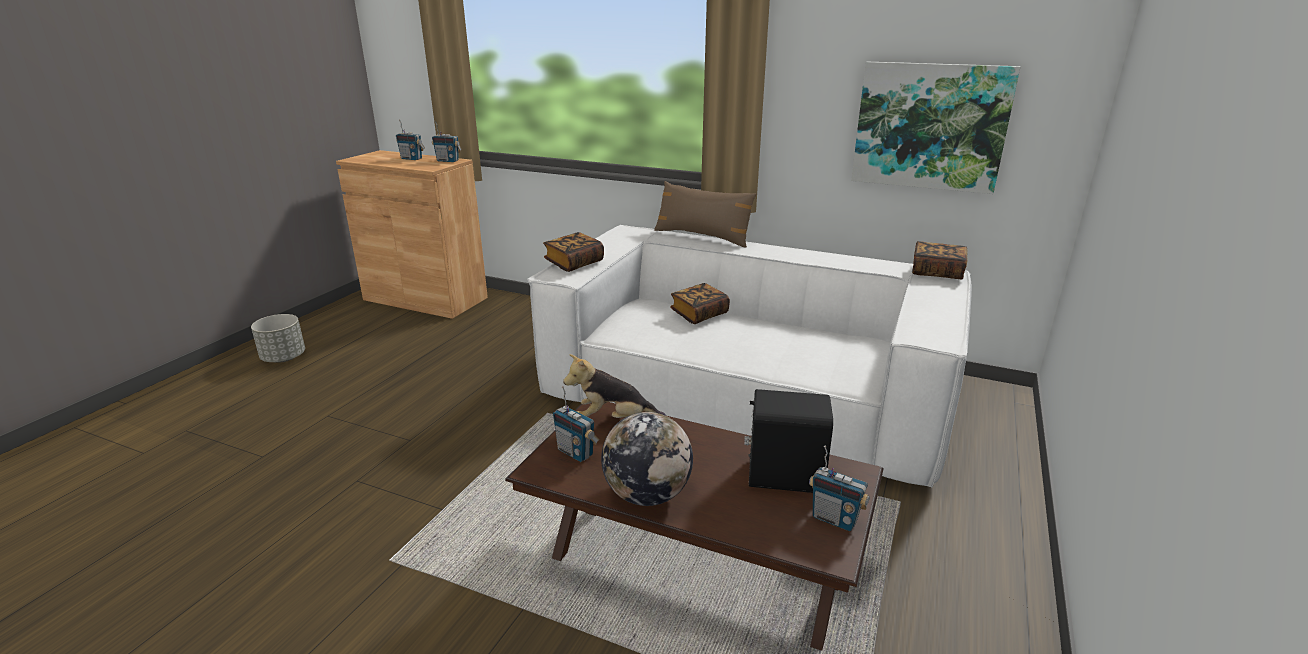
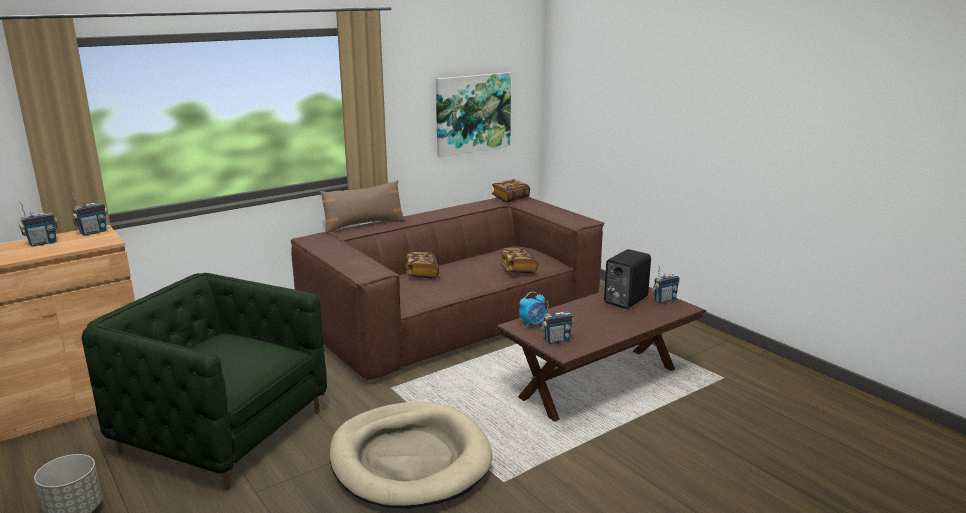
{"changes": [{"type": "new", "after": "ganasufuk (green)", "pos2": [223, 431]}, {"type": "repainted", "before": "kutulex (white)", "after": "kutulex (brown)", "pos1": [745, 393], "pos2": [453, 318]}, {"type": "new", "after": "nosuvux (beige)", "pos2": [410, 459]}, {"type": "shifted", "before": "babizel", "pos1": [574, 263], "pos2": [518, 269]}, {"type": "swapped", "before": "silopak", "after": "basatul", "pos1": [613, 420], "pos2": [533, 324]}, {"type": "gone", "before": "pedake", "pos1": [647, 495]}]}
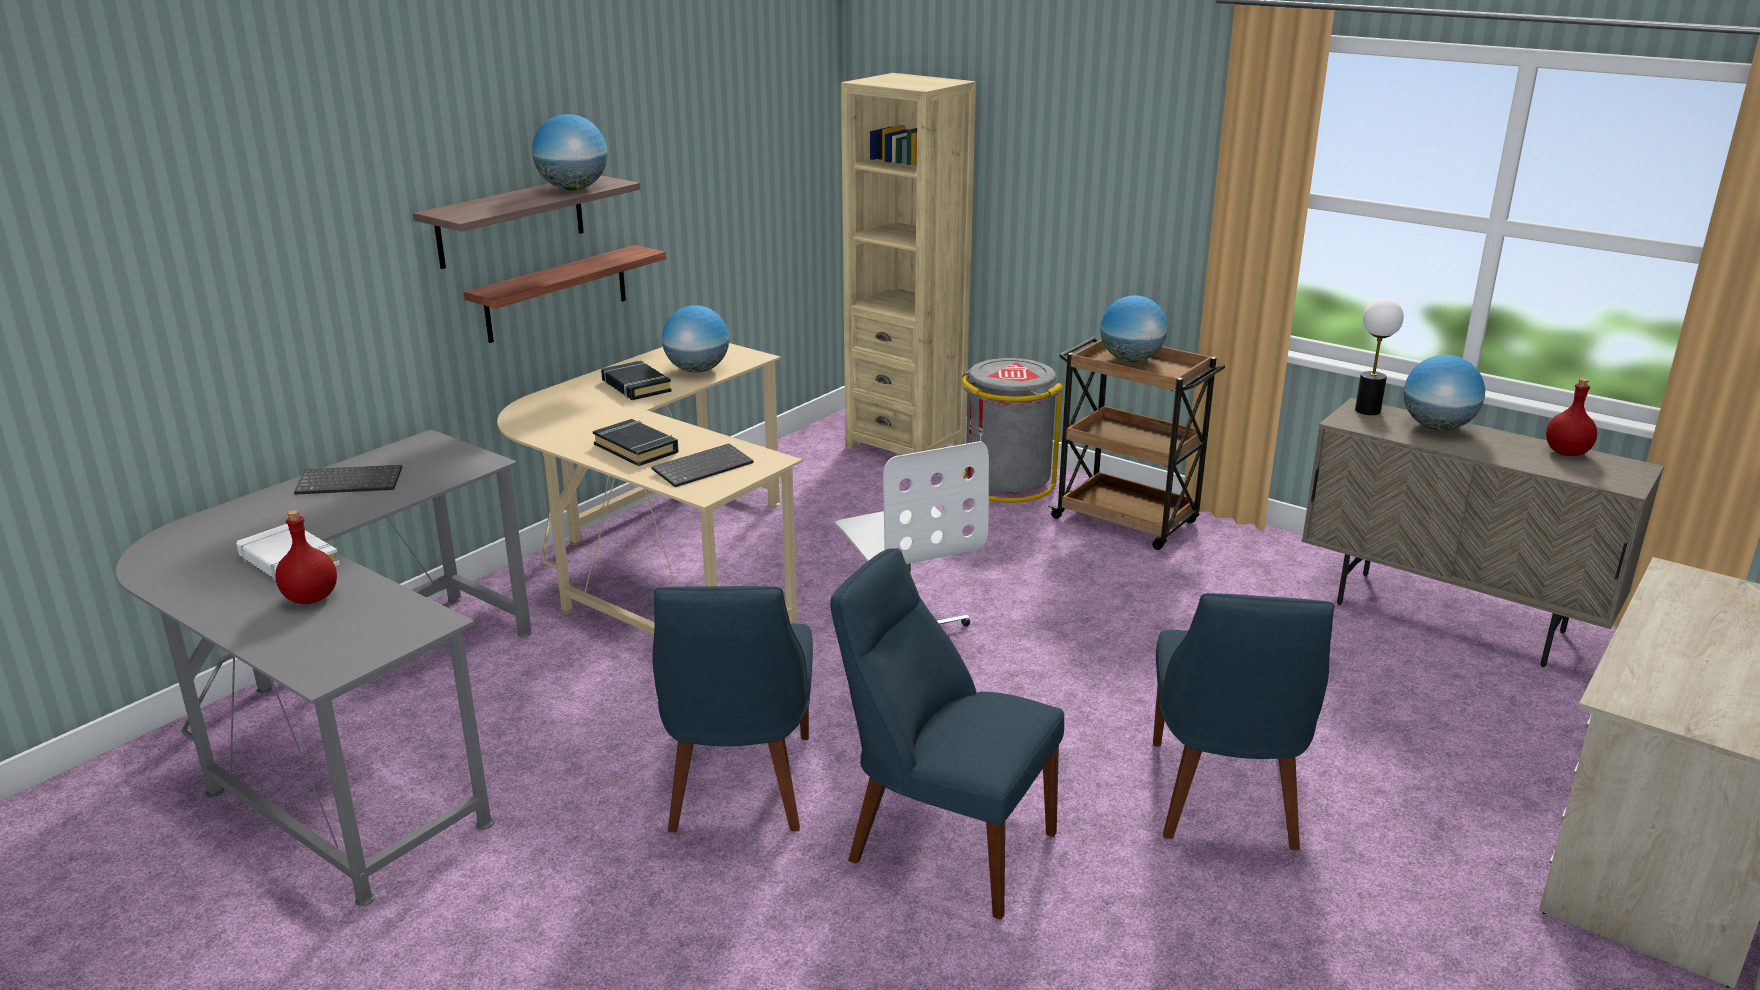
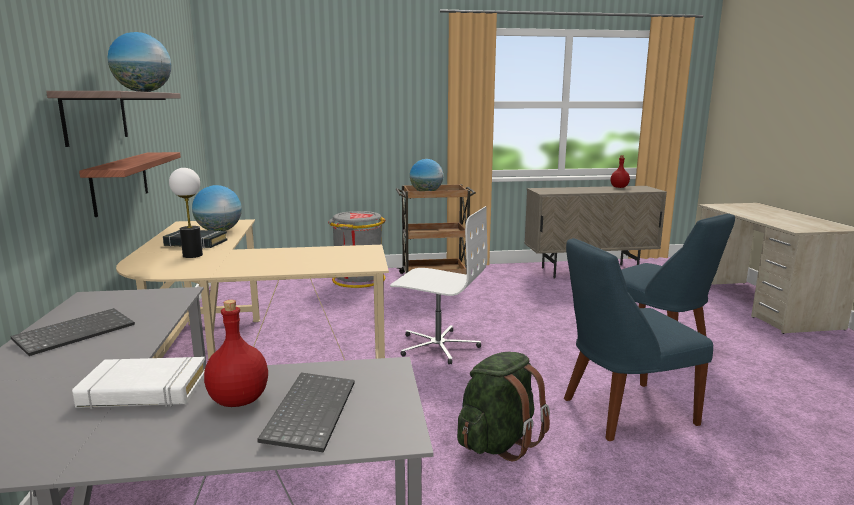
{"changes": [{"type": "shifted", "before": "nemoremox", "pos1": [1367, 410], "pos2": [192, 255]}, {"type": "shifted", "before": "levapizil", "pos1": [703, 467], "pos2": [309, 411]}, {"type": "swapped", "before": "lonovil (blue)", "after": "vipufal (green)", "pos1": [738, 788], "pos2": [498, 442]}, {"type": "gone", "before": "babizel (black)", "pos1": [636, 448]}, {"type": "gone", "before": "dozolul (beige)", "pos1": [905, 446]}, {"type": "gone", "before": "pedake", "pos1": [1437, 427]}]}
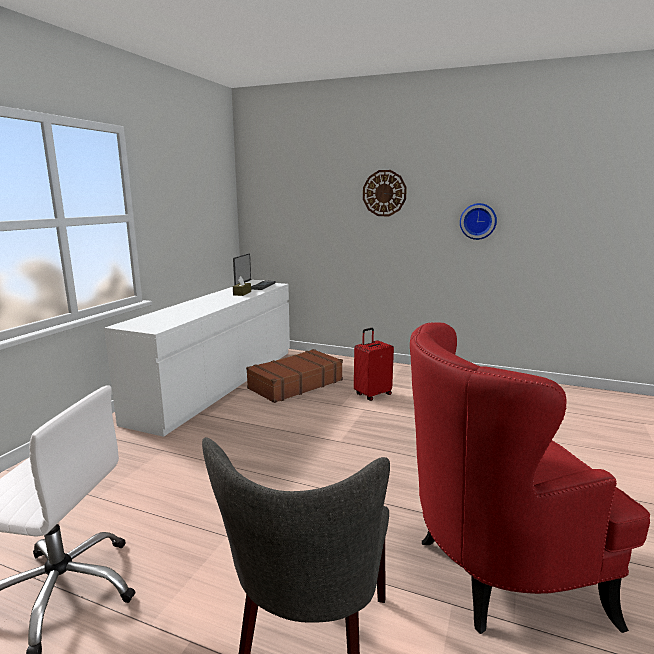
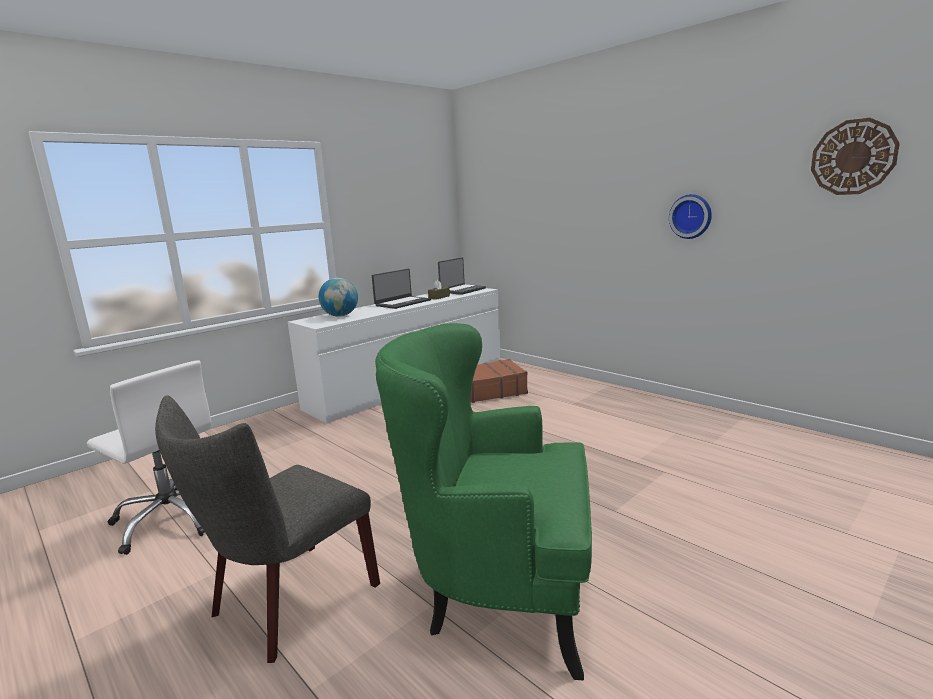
{"changes": [{"type": "new", "after": "pedake", "pos2": [340, 316]}, {"type": "new", "after": "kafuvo", "pos2": [402, 303]}, {"type": "repainted", "before": "ganasufuk (red)", "after": "ganasufuk (green)", "pos1": [493, 572], "pos2": [498, 592]}, {"type": "shifted", "before": "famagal", "pos1": [384, 193], "pos2": [853, 157]}, {"type": "gone", "before": "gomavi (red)", "pos1": [372, 394]}]}
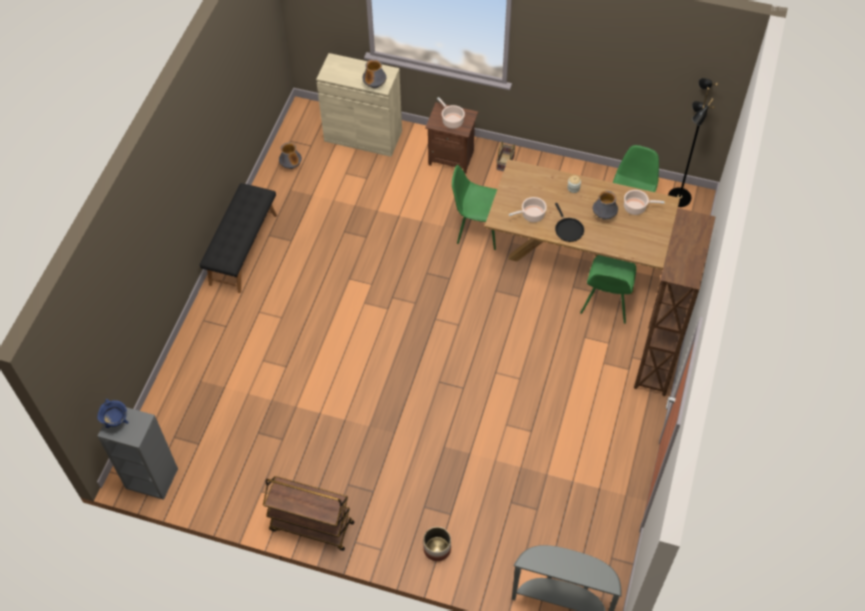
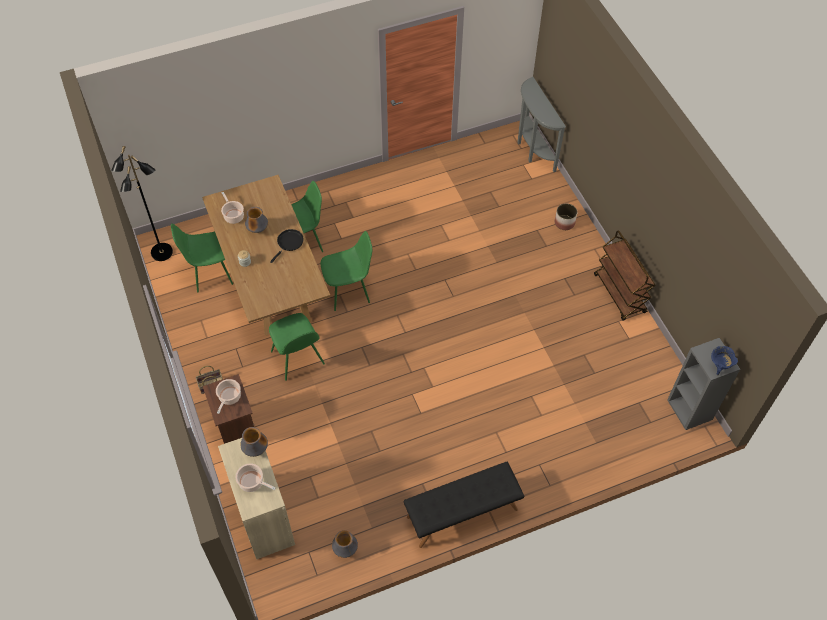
{"changes": [{"type": "shifted", "before": "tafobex", "pos1": [531, 215], "pos2": [252, 482]}, {"type": "new", "after": "lonovil (green)", "pos2": [349, 290]}, {"type": "gone", "before": "dozolul (brown)", "pos1": [655, 361]}]}
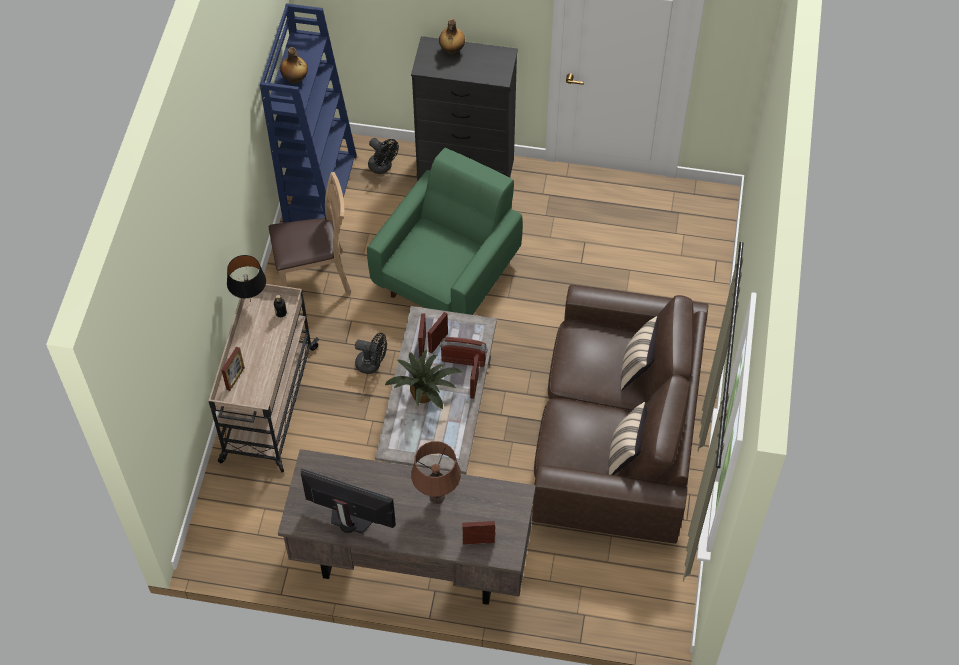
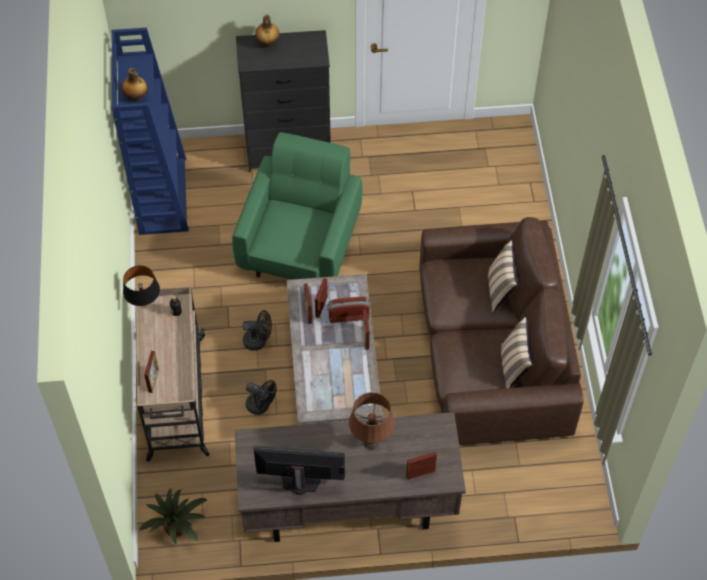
{"changes": [{"type": "shifted", "before": "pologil", "pos1": [424, 393], "pos2": [177, 527]}, {"type": "shifted", "before": "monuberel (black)", "pos1": [383, 167], "pos2": [261, 406]}, {"type": "gone", "before": "lonovil (brown)", "pos1": [315, 276]}]}
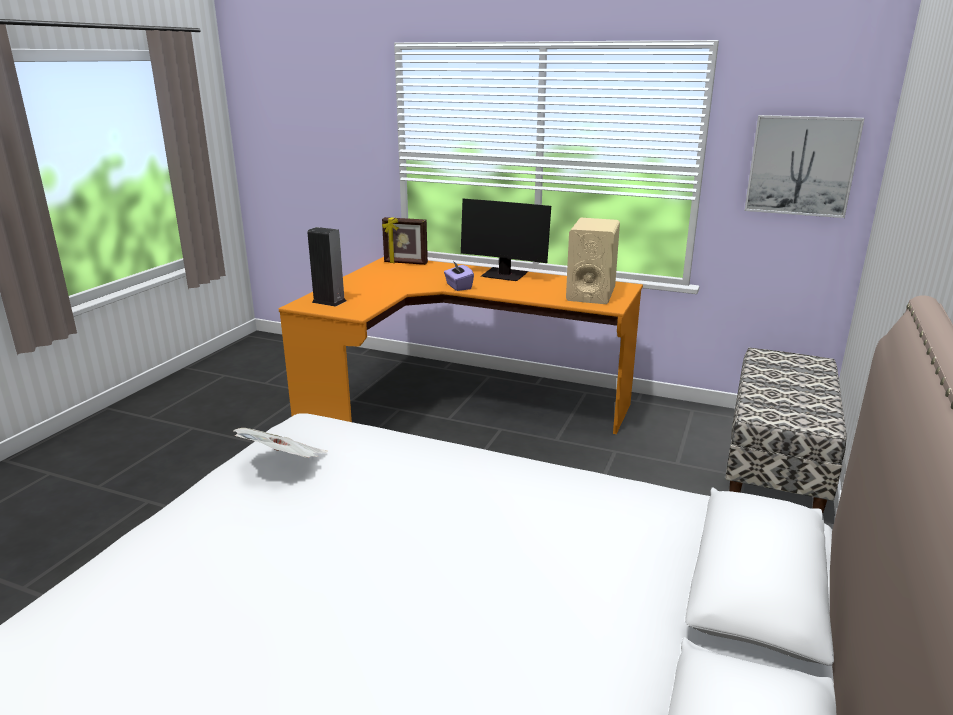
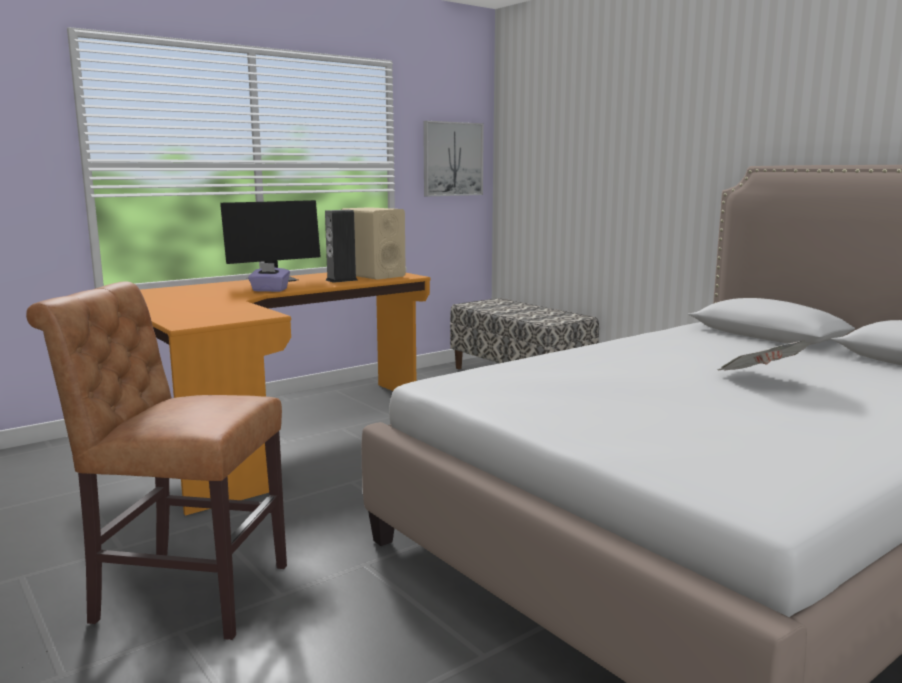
{"changes": [{"type": "new", "after": "lonovil (brown)", "pos2": [183, 592]}, {"type": "shifted", "before": "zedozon", "pos1": [329, 301], "pos2": [341, 280]}, {"type": "shifted", "before": "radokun", "pos1": [284, 463], "pos2": [760, 379]}, {"type": "gone", "before": "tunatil", "pos1": [405, 263]}]}
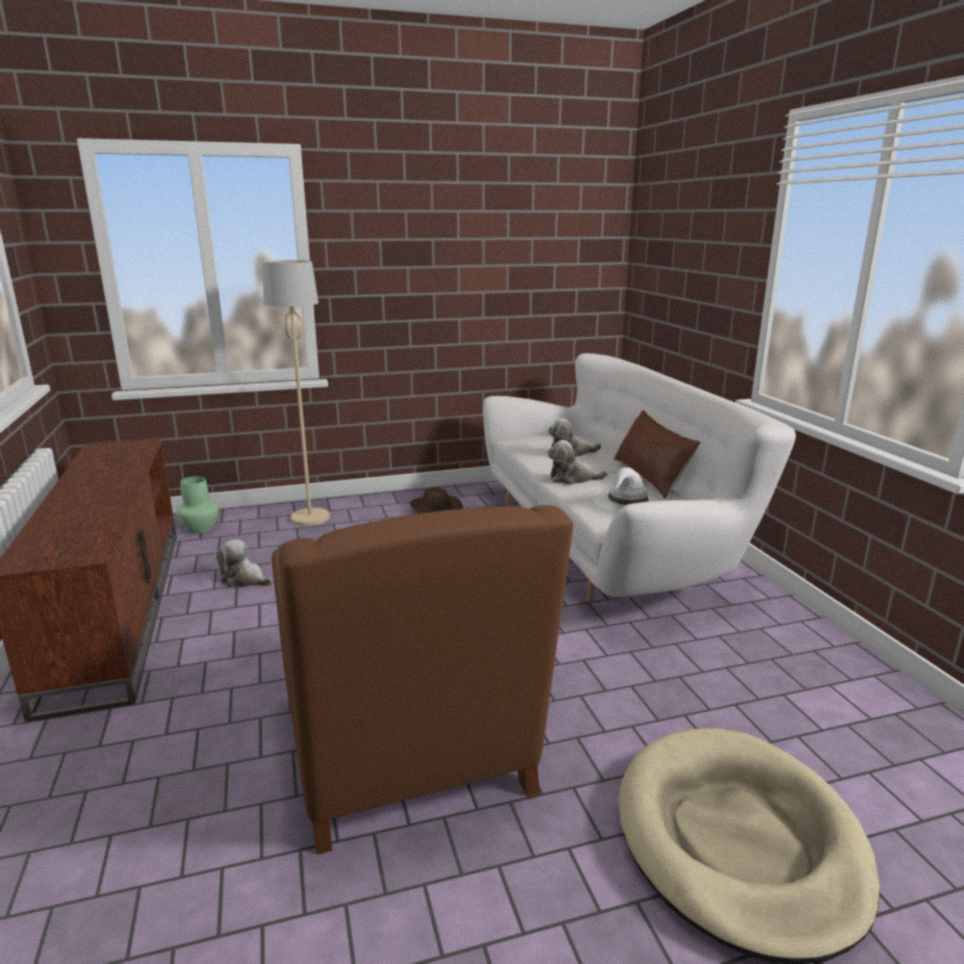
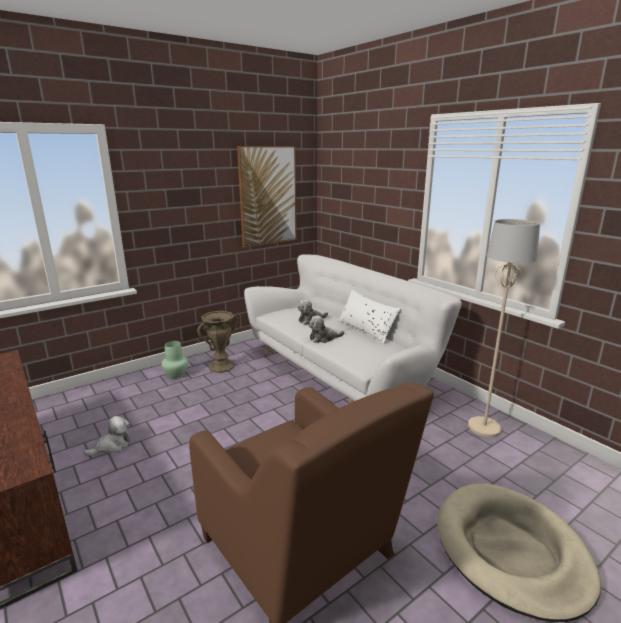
{"changes": [{"type": "rotated", "before": "silopak", "pos1": [245, 580], "pos2": [112, 446], "turn": 135}, {"type": "shifted", "before": "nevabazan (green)", "pos1": [200, 529], "pos2": [176, 374]}, {"type": "swapped", "before": "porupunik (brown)", "after": "nevabazan (brown)", "pos1": [435, 510], "pos2": [221, 367]}, {"type": "new", "after": "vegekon", "pos2": [268, 196]}, {"type": "repainted", "before": "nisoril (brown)", "after": "nisoril (white)", "pos1": [651, 476], "pos2": [366, 330]}, {"type": "shifted", "before": "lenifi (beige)", "pos1": [310, 518], "pos2": [484, 428]}, {"type": "gone", "before": "porupunik (white)", "pos1": [627, 503]}]}
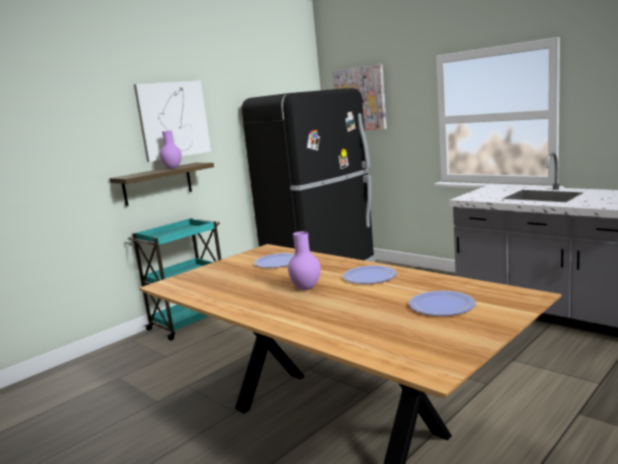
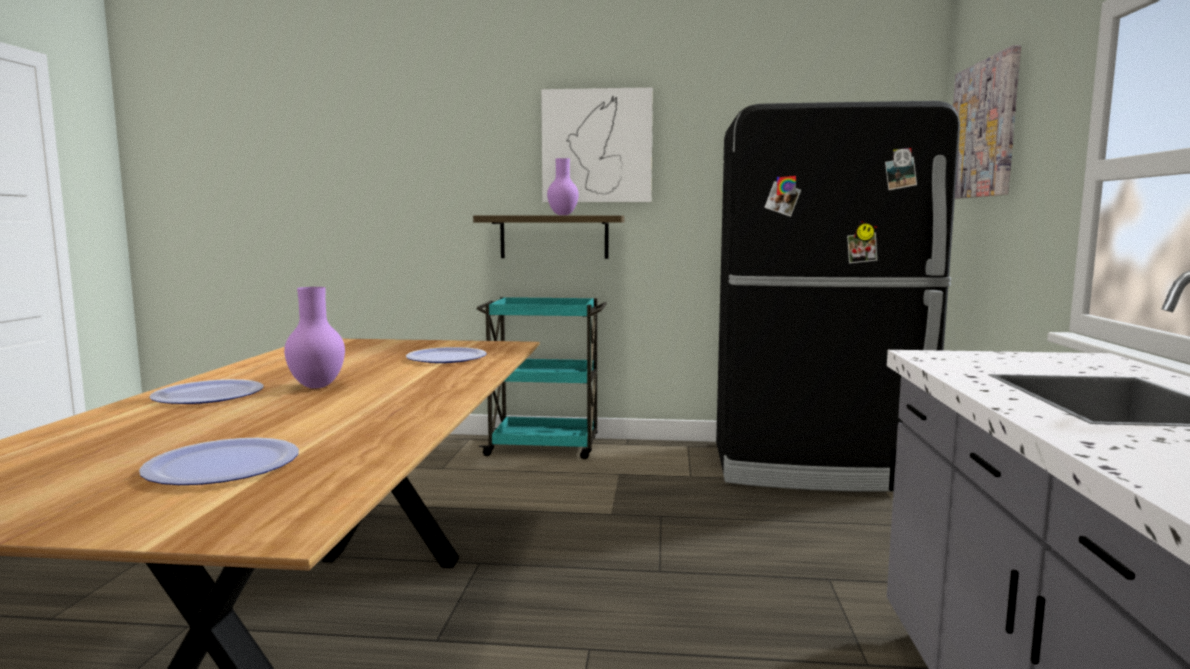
{"changes": [{"type": "shifted", "before": "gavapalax", "pos1": [369, 276], "pos2": [208, 395]}]}
